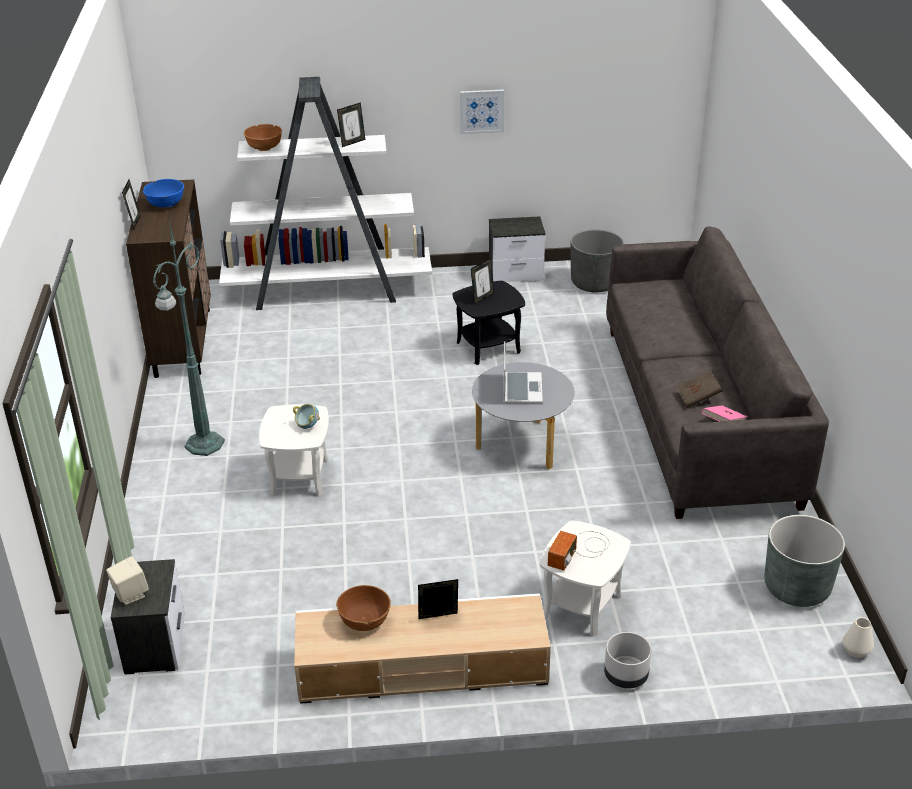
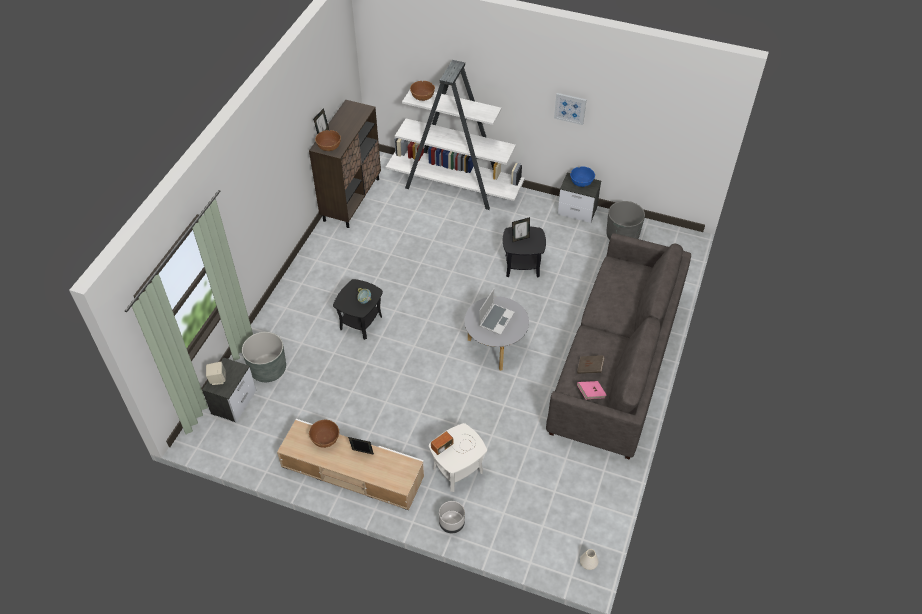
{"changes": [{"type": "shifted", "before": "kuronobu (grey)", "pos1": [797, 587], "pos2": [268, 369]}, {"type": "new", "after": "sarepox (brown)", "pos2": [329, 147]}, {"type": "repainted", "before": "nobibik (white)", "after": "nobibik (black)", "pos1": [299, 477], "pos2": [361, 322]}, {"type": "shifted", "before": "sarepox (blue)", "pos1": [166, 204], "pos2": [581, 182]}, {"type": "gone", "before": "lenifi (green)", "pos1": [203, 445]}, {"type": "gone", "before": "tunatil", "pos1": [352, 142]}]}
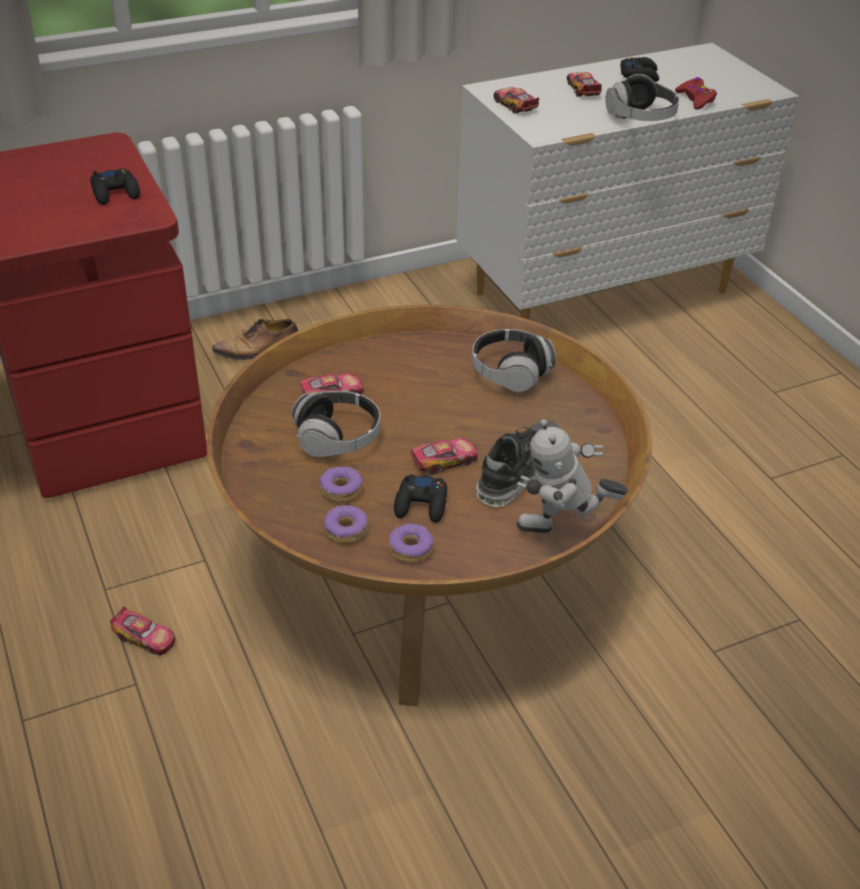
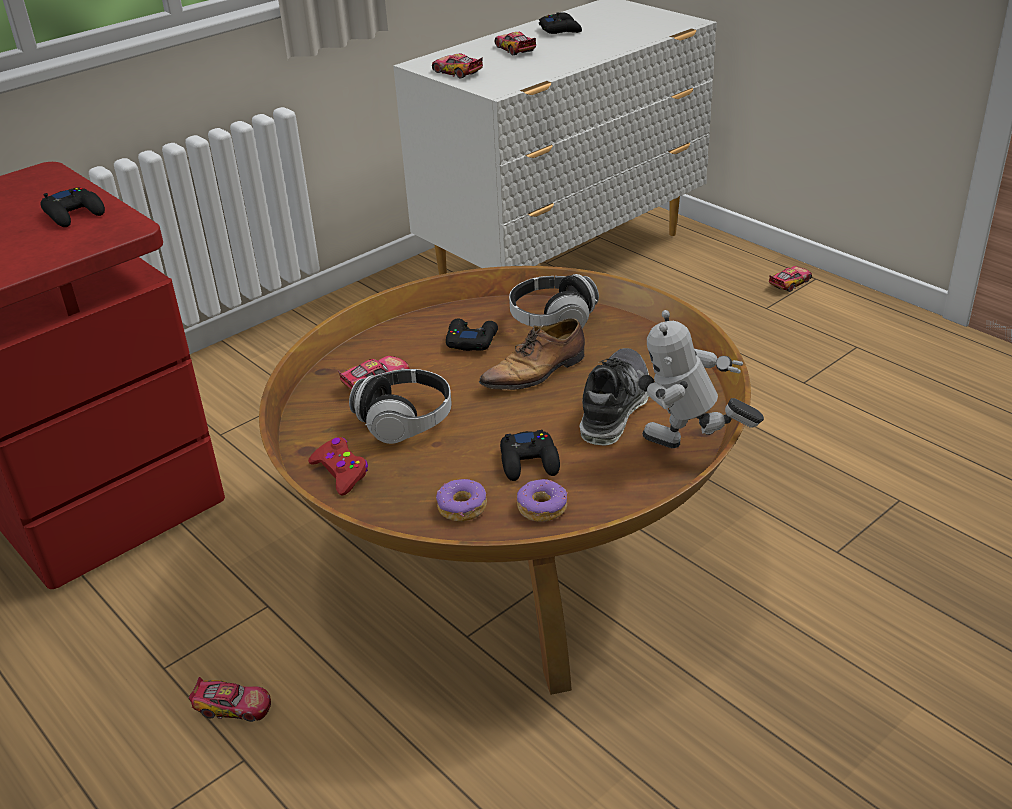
{"changes": [{"type": "shifted", "before": "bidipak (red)", "pos1": [695, 99], "pos2": [341, 472]}, {"type": "new", "after": "bidipak (black)", "pos2": [471, 340]}, {"type": "shifted", "before": "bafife", "pos1": [258, 350], "pos2": [536, 372]}, {"type": "rotated", "before": "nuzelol", "pos1": [562, 532], "pos2": [689, 452], "turn": 45}, {"type": "shifted", "before": "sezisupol", "pos1": [445, 461], "pos2": [790, 283]}, {"type": "gone", "before": "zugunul", "pos1": [340, 490]}, {"type": "gone", "before": "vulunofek", "pos1": [641, 118]}]}
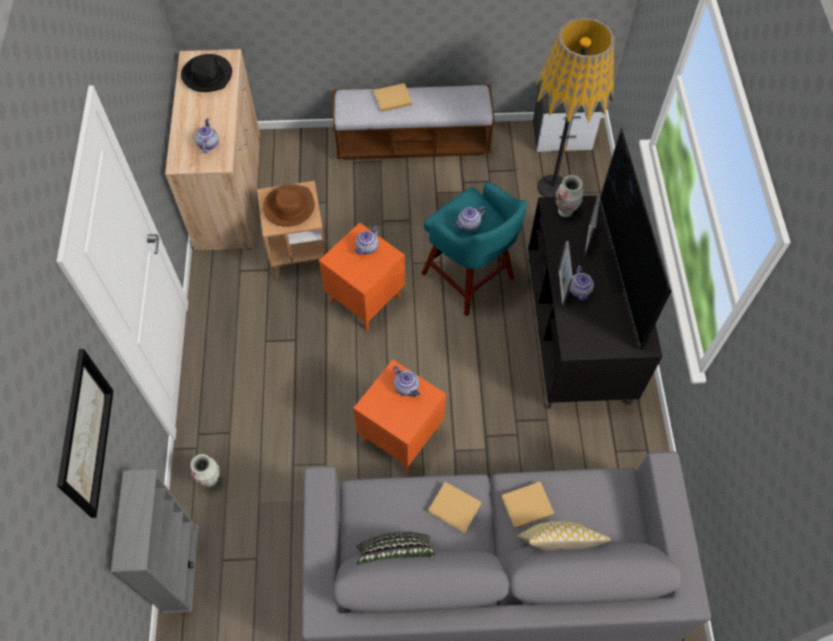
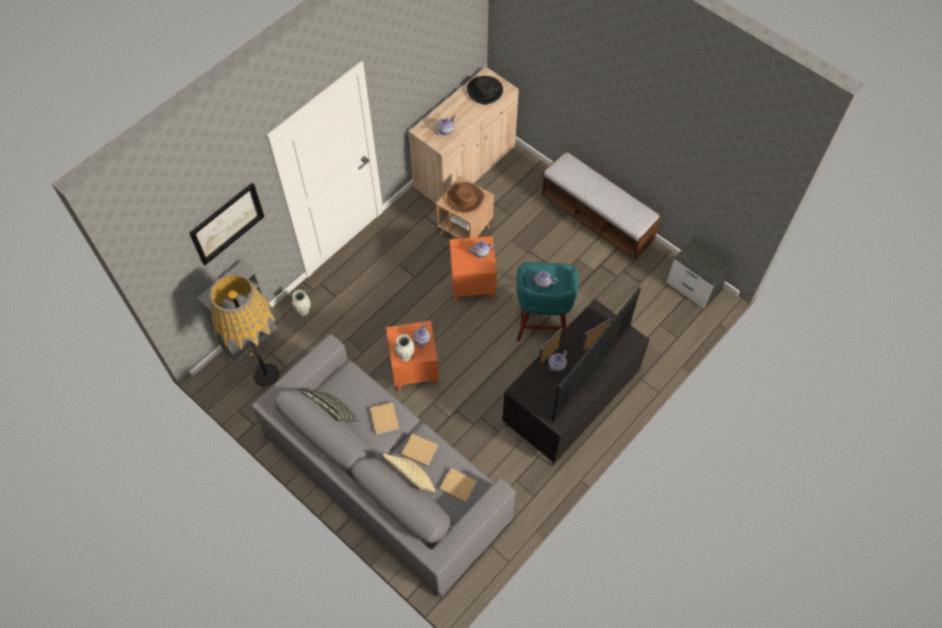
{"changes": [{"type": "shifted", "before": "lenifi", "pos1": [553, 187], "pos2": [266, 375]}, {"type": "shifted", "before": "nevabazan", "pos1": [565, 212], "pos2": [405, 356]}, {"type": "shifted", "before": "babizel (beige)", "pos1": [391, 99], "pos2": [457, 485]}]}
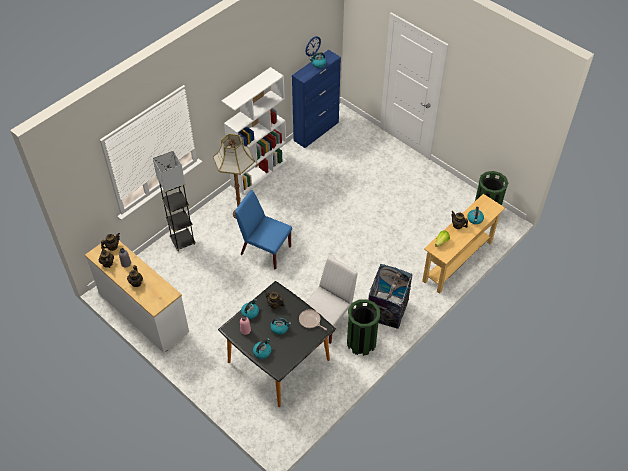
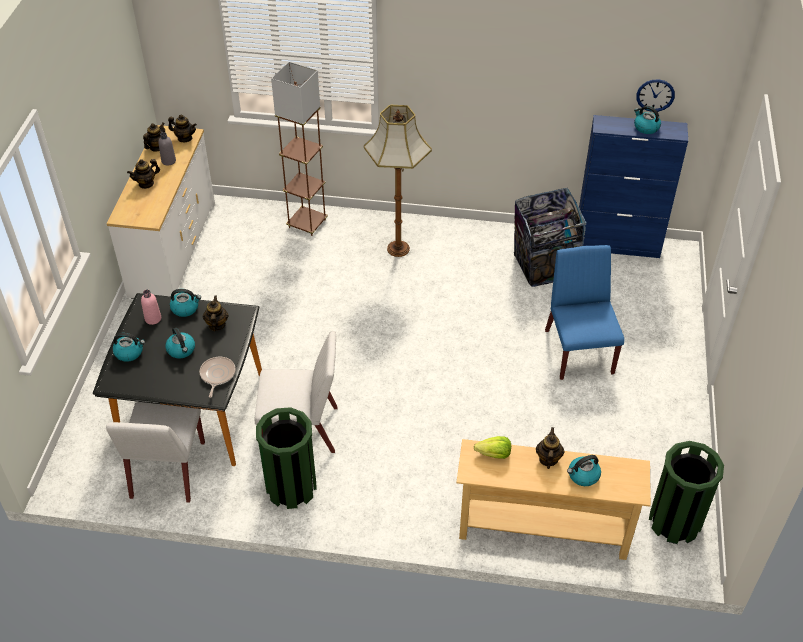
{"changes": [{"type": "new", "after": "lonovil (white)", "pos2": [167, 471]}, {"type": "repainted", "before": "lenifi (grey)", "after": "lenifi (brown)", "pos1": [183, 241], "pos2": [307, 223]}, {"type": "shifted", "before": "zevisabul", "pos1": [387, 312], "pos2": [544, 267]}, {"type": "shifted", "before": "lonovil (blue)", "pos1": [265, 250], "pos2": [578, 351]}, {"type": "gone", "before": "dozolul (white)", "pos1": [259, 173]}]}
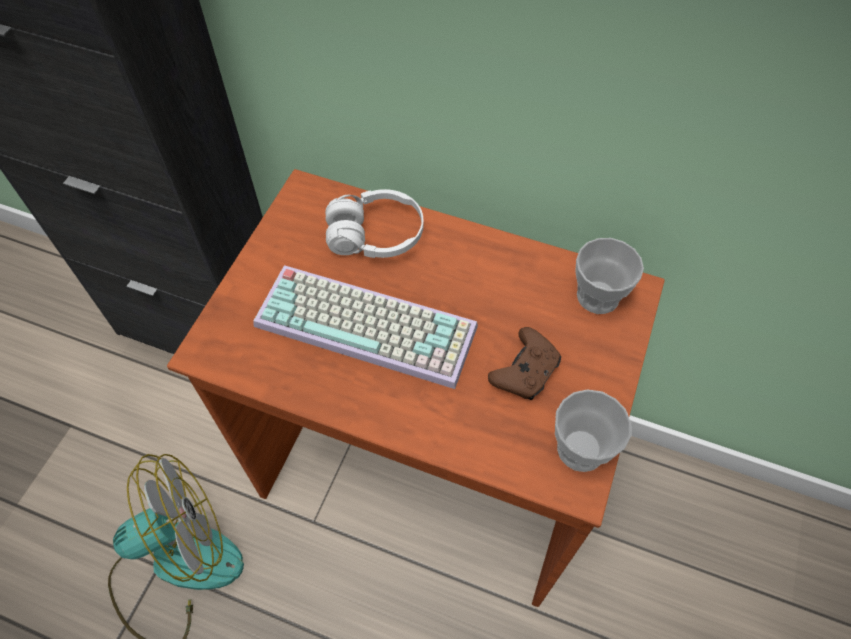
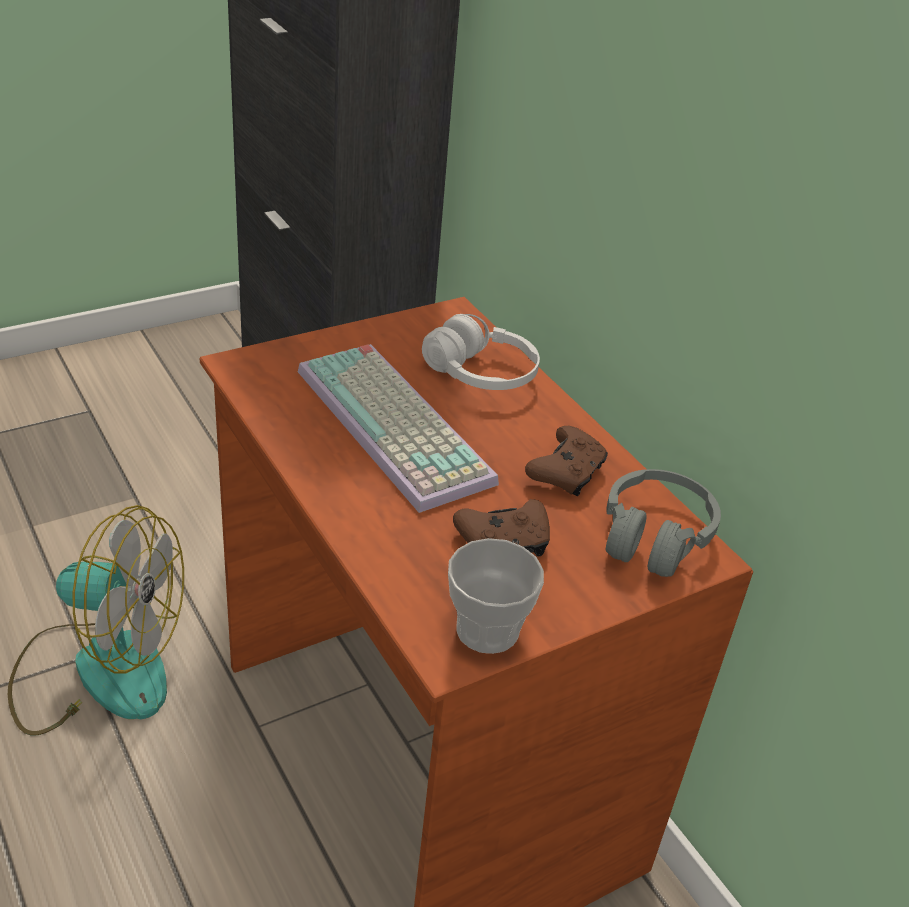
{"changes": [{"type": "new", "after": "bidipak (brown)", "pos2": [566, 473]}, {"type": "swapped", "before": "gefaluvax", "after": "vulunofek (grey)", "pos1": [598, 296], "pos2": [654, 536]}]}
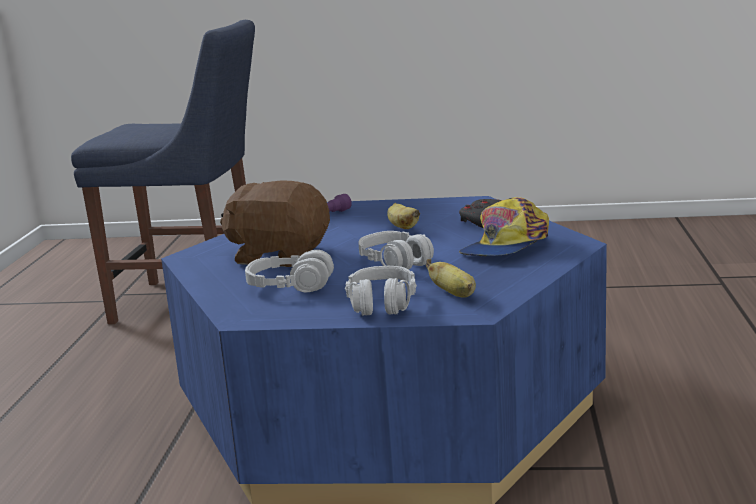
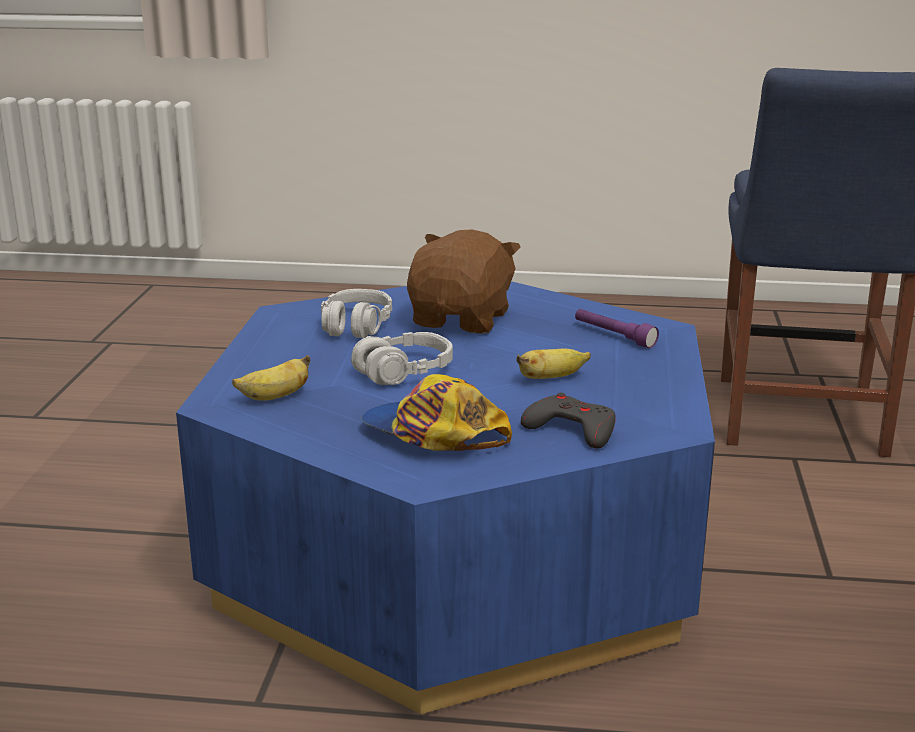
{"changes": [{"type": "gone", "before": "vulunofek (grey)", "pos1": [381, 304]}]}
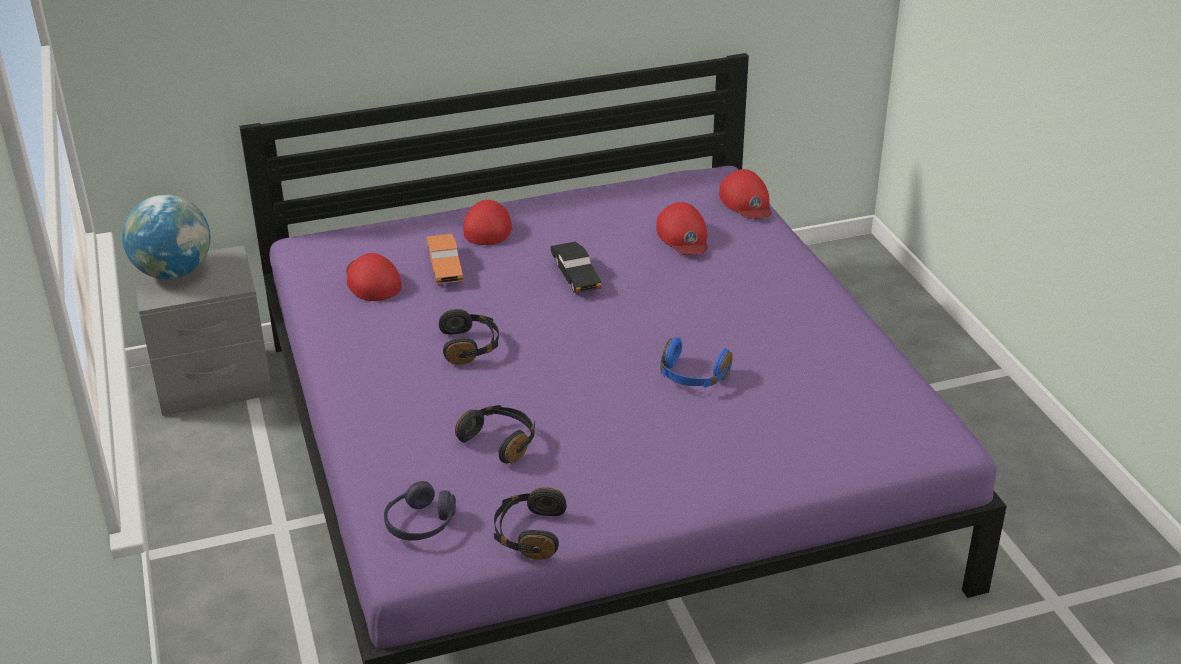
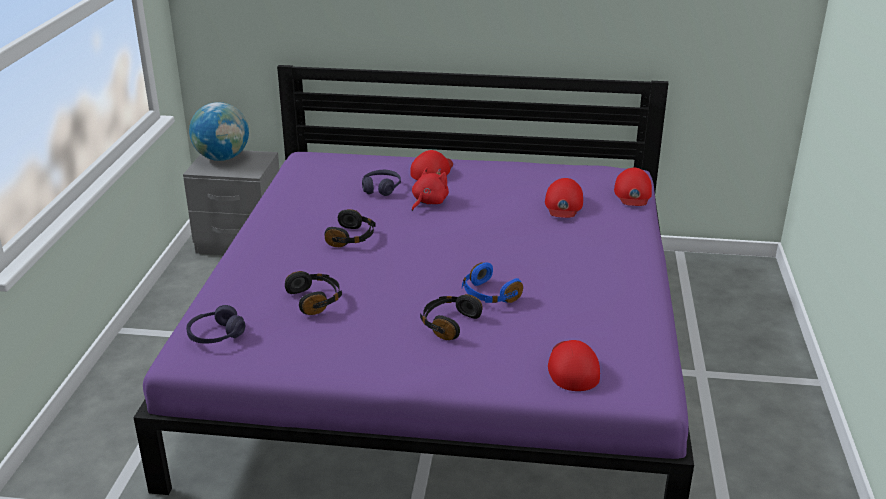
{"changes": [{"type": "swapped", "before": "sezisupol (orange)", "after": "vulunofek (purple)", "pos1": [445, 267], "pos2": [381, 188]}, {"type": "new", "after": "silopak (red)", "pos2": [428, 202]}, {"type": "shifted", "before": "vulunofek (black)", "pos1": [529, 534], "pos2": [448, 324]}, {"type": "shifted", "before": "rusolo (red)", "pos1": [371, 281], "pos2": [572, 368]}, {"type": "gone", "before": "sezisupol (black)", "pos1": [575, 276]}]}
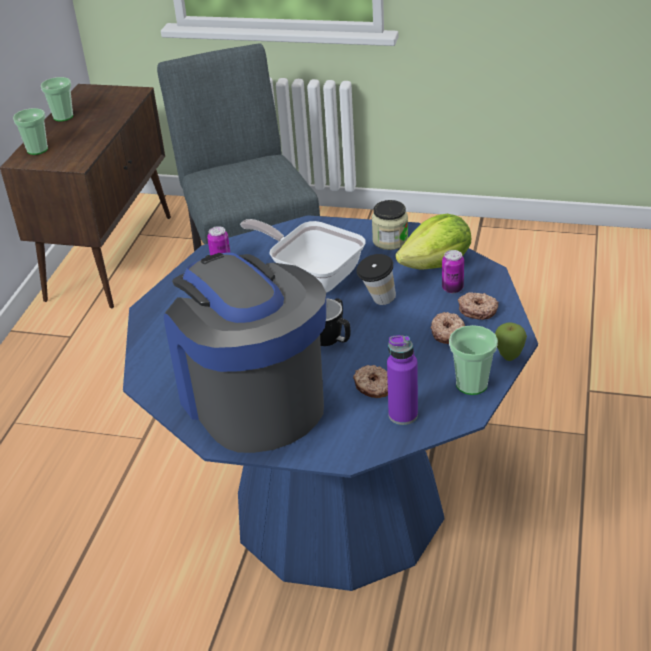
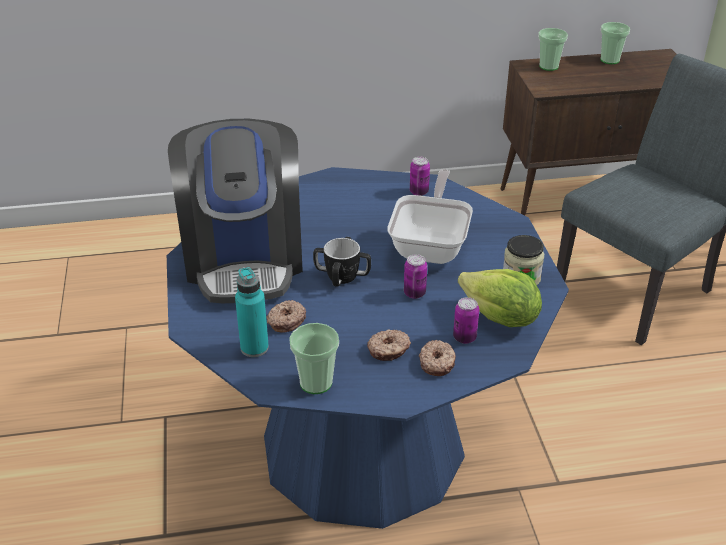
{"changes": [{"type": "rotated", "before": "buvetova", "pos1": [252, 398], "pos2": [244, 258], "turn": 135}, {"type": "repainted", "before": "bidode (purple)", "after": "bidode (turquoise)", "pos1": [403, 415], "pos2": [254, 348]}, {"type": "swapped", "before": "gefaluvax", "after": "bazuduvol", "pos1": [377, 301], "pos2": [414, 293]}, {"type": "gone", "before": "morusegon", "pos1": [509, 357]}]}
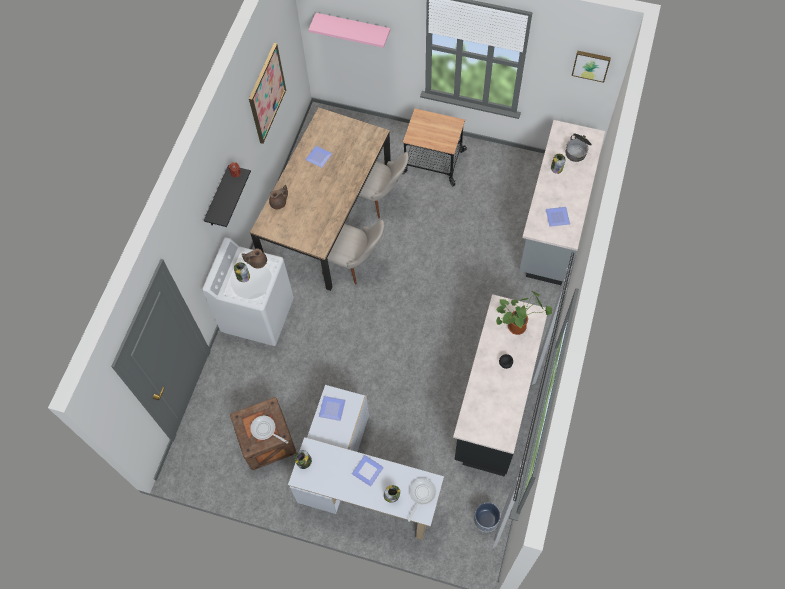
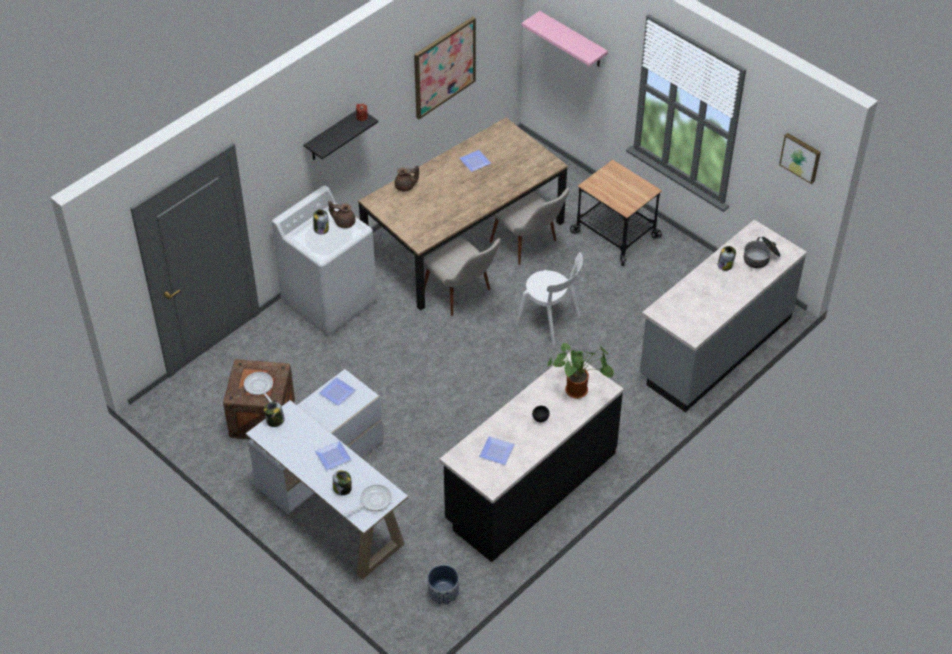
{"changes": [{"type": "shifted", "before": "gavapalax", "pos1": [556, 217], "pos2": [496, 450]}, {"type": "new", "after": "lonovil (white)", "pos2": [550, 321]}]}
